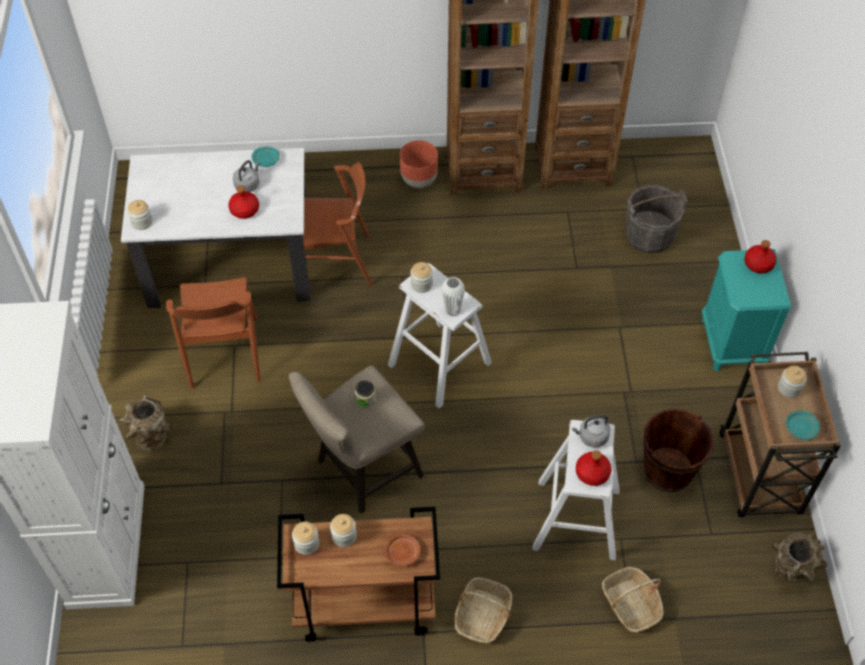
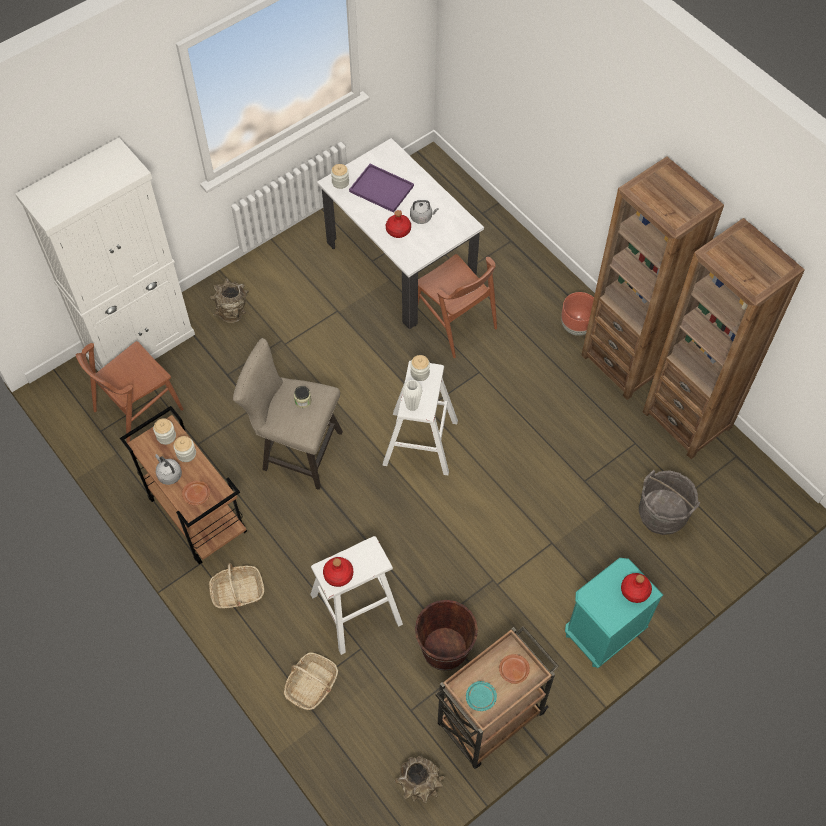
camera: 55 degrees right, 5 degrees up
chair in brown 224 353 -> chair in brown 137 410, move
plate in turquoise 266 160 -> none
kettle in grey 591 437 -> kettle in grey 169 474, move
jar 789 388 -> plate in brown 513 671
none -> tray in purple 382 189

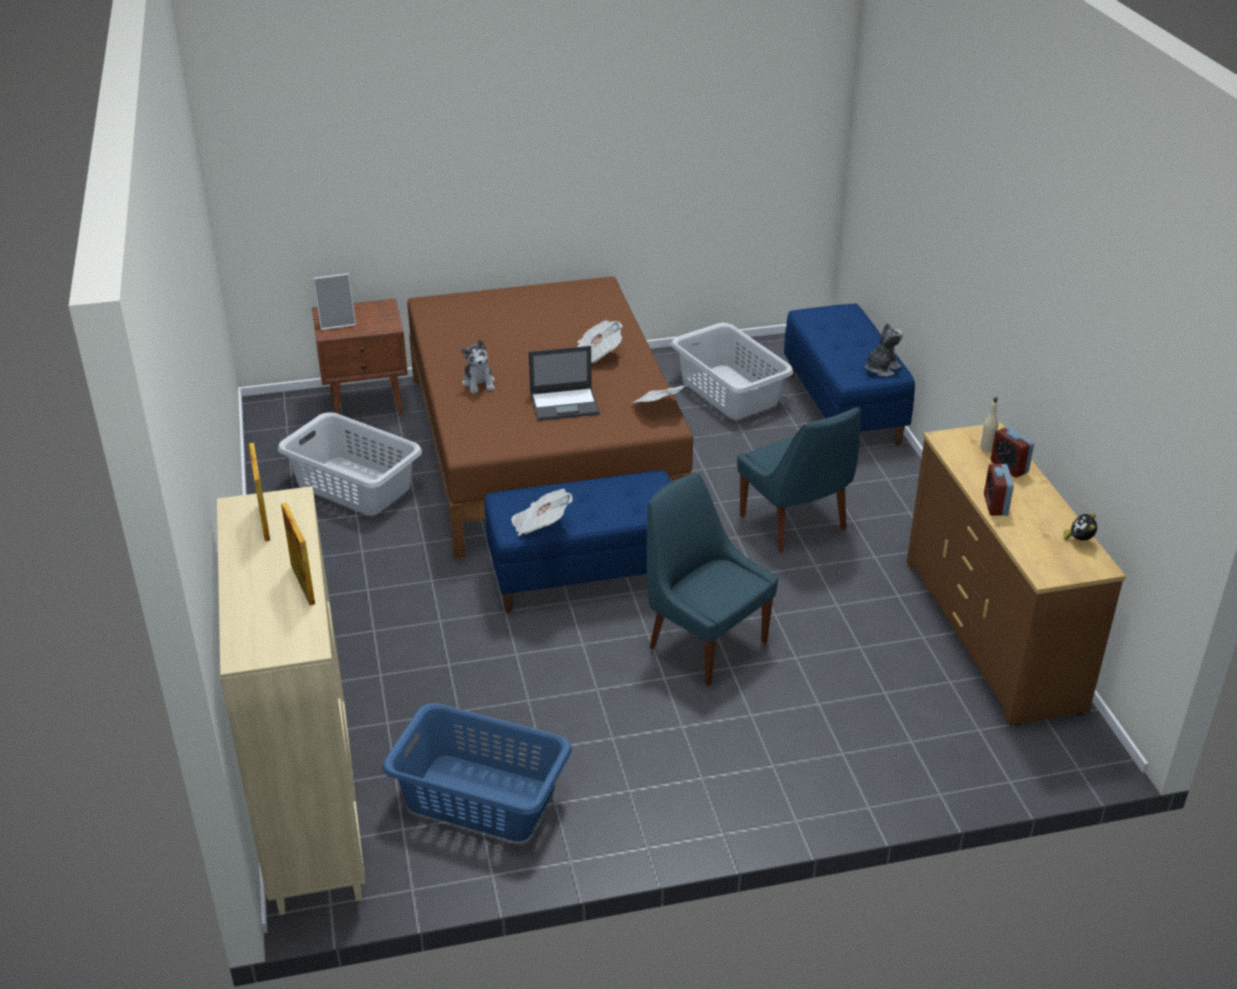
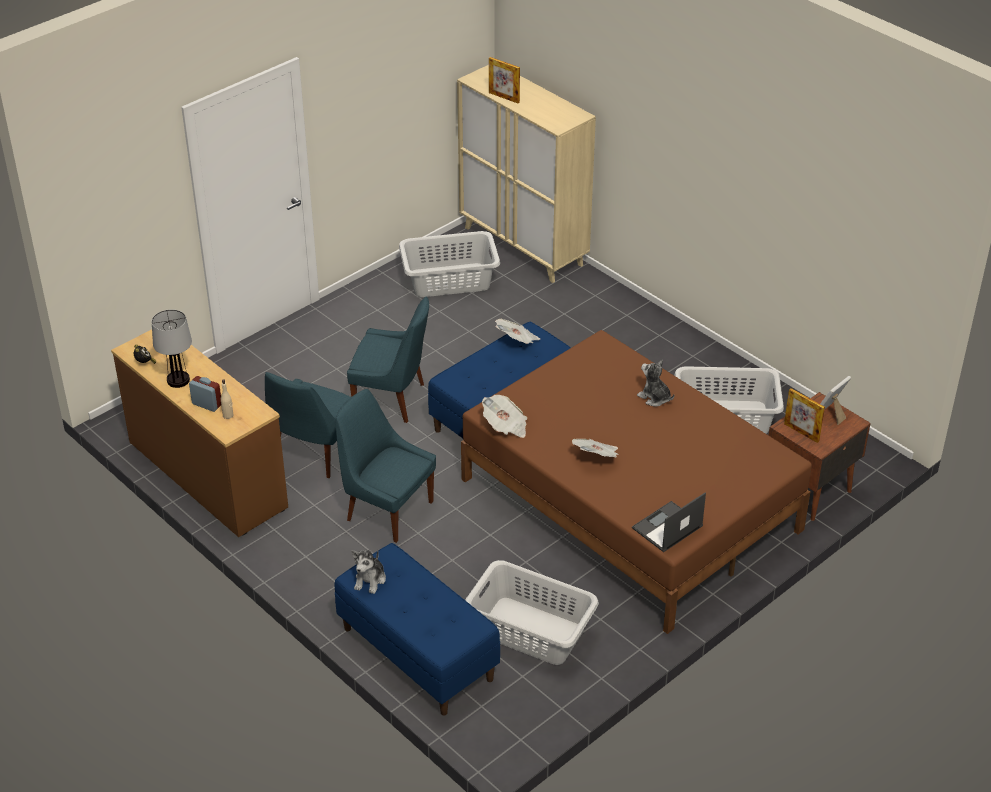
camera: 150 degrees right, 5 degrees up
picture frame 264 521 -> picture frame 801 432, move
laundry basket in blue 480 797 -> laundry basket in grey 450 281
laptop 565 404 -> laptop 666 527, move
alarm clock 995 505 -> none
none -> table lamp 178 380
none -> chair in blue 314 453

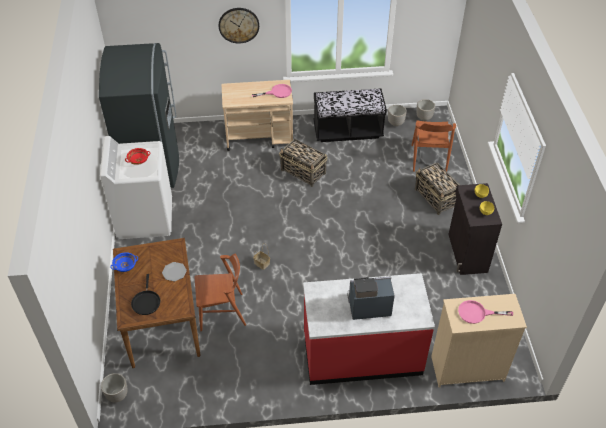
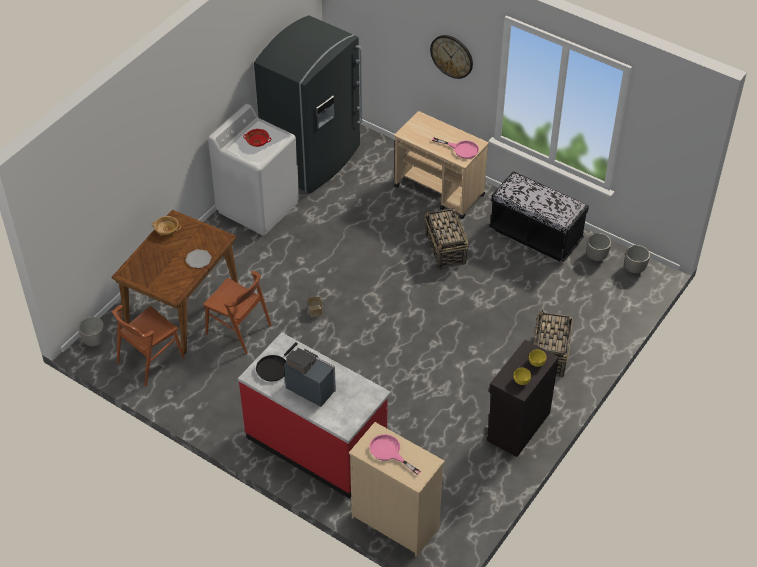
camera: 40 degrees right, 0 degrees up
bowl in blue 125 266 -> bowl in beige 166 230
frying pan in black 146 302 -> frying pan in black 274 368, move
chair in brown 428 159 -> chair in brown 150 360, move

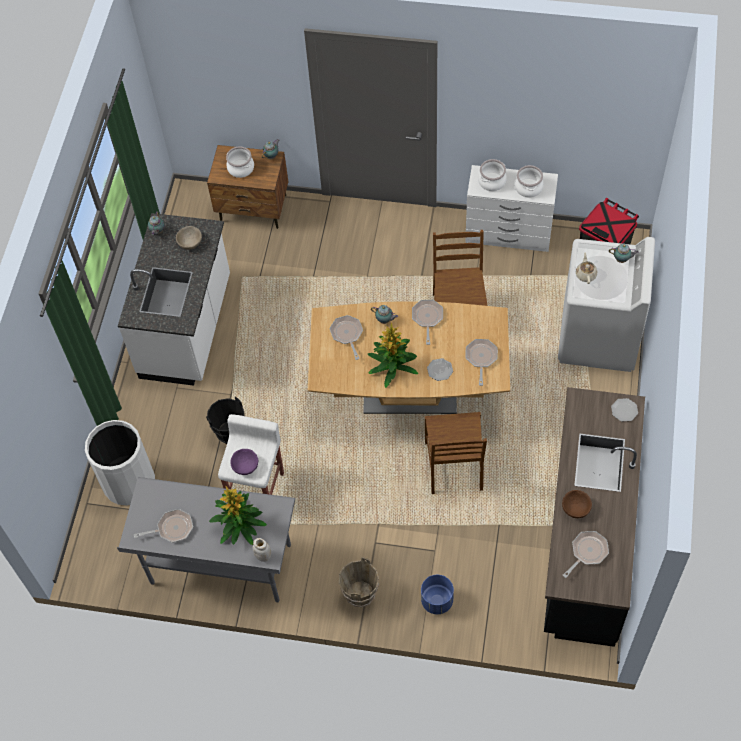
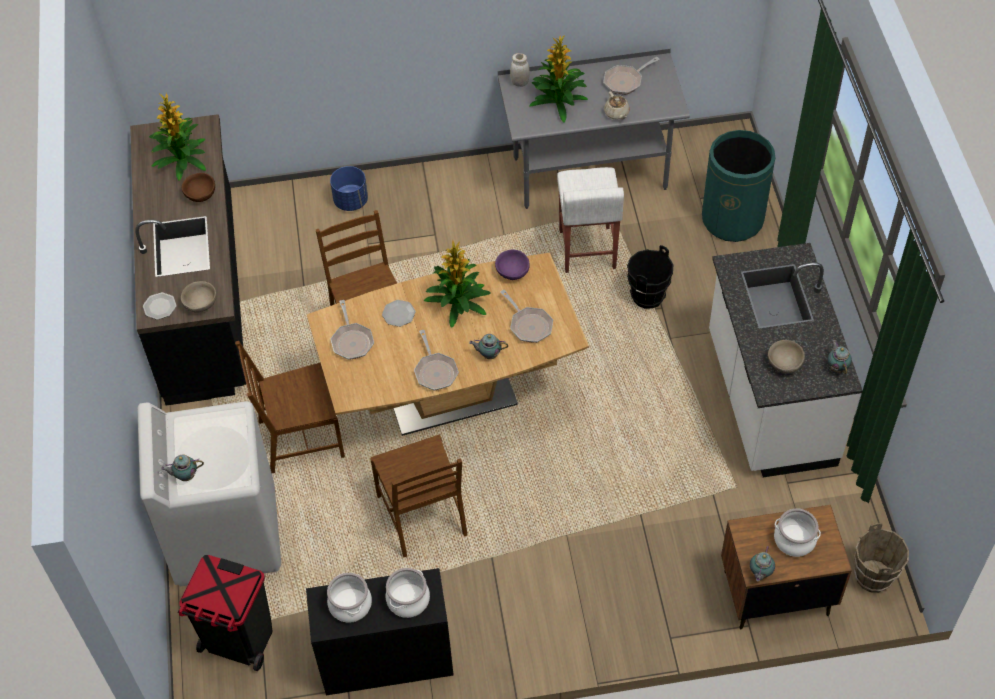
camera: 160 degrees right, 5 degrees down
trash can in white 128 482 -> trash can in green 732 219
bowl in purple 245 466 -> bowl in purple 512 272, move
bucket in brown 360 594 -> bucket in brown 873 577, move
dresser in white 509 234 -> dresser in black 385 658
frying pan 587 552 -> potted plant 181 159
teapot in beige 586 274 -> teapot in beige 616 113, move
none -> bowl in beige 201 304
none -> chair in brown 300 438

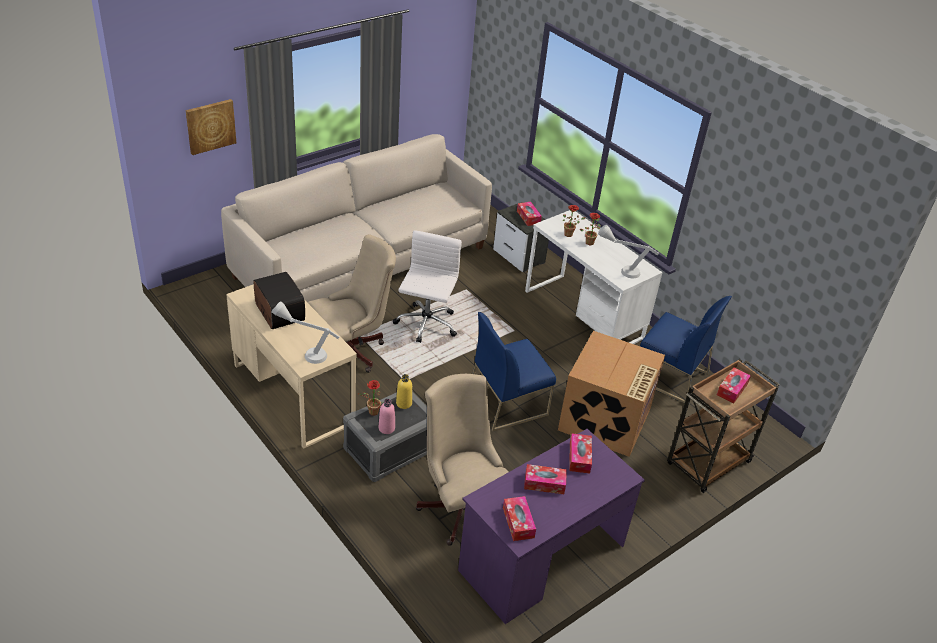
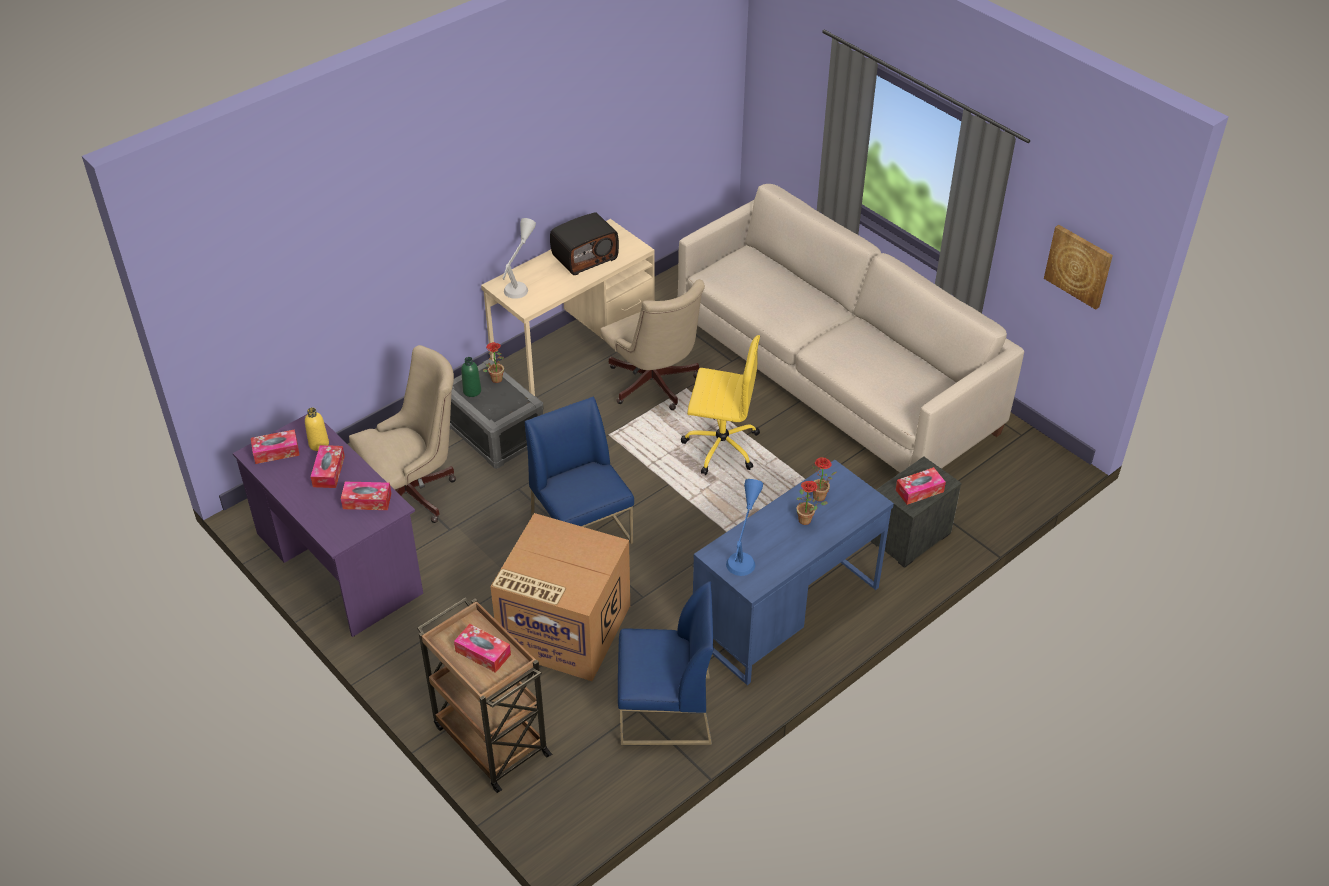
camera: 90 degrees right, 5 degrees up
picture 210 126 -> picture 1079 266, move
bottle in pink 386 428 -> bottle in green 472 391
office chair in white 426 324 -> office chair in yellow 720 446
bottle in yellow 404 403 -> bottle in yellow 319 444, move
desk in white 583 314 -> desk in blue 786 611
table lamp in grey 620 270 -> table lamp in blue 744 553
chair in blue 669 376 -> chair in blue 665 711, 120 degrees counterclockwise

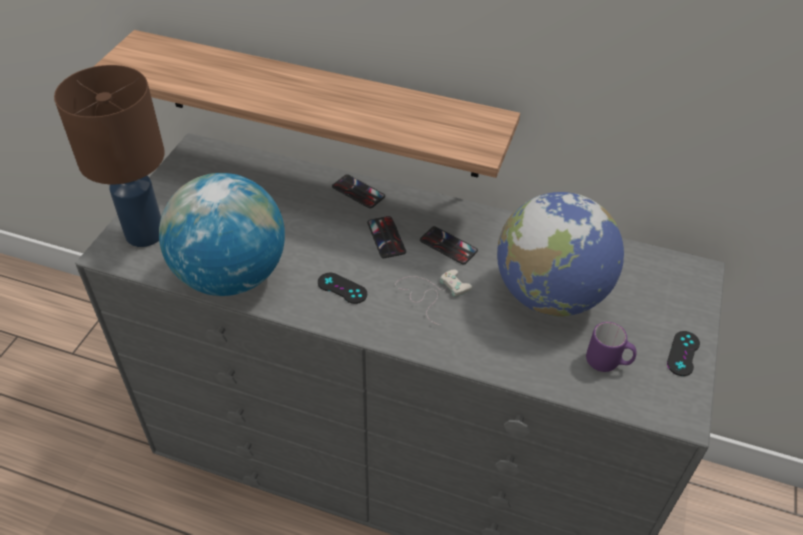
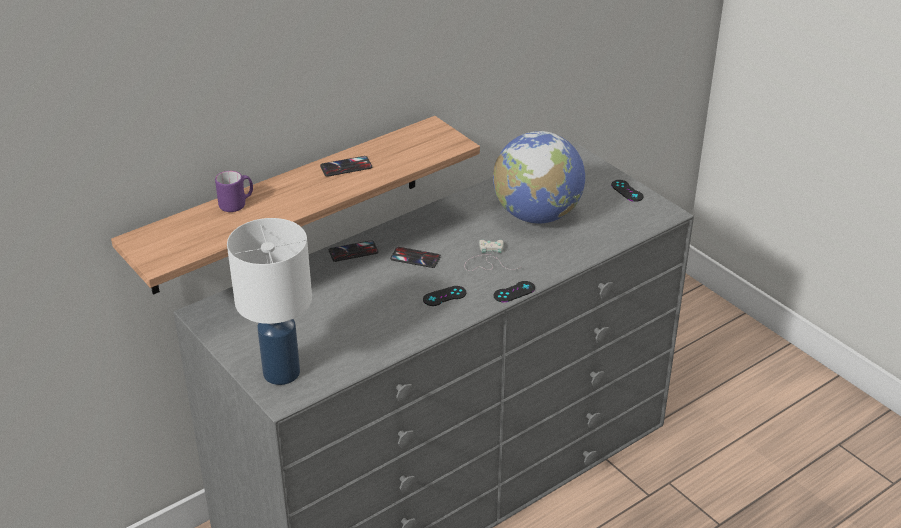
camera: 55 degrees left, 10 degrees down
table lamp in brown 145 234 -> table lamp in white 282 373
globe 231 275 -> none
phone 448 246 -> phone 346 167, move
mug in purple 608 362 -> mug in purple 237 204, move
none -> game controller in black 514 292

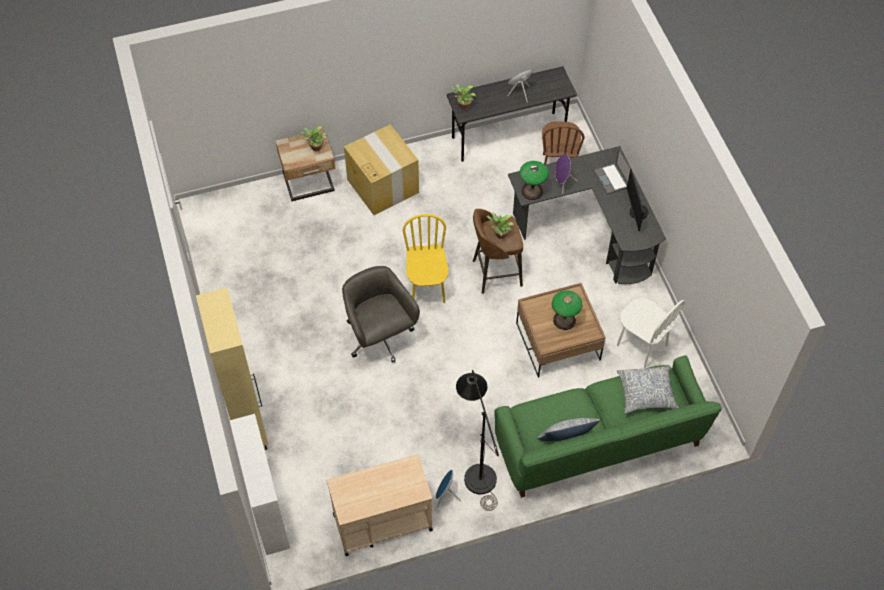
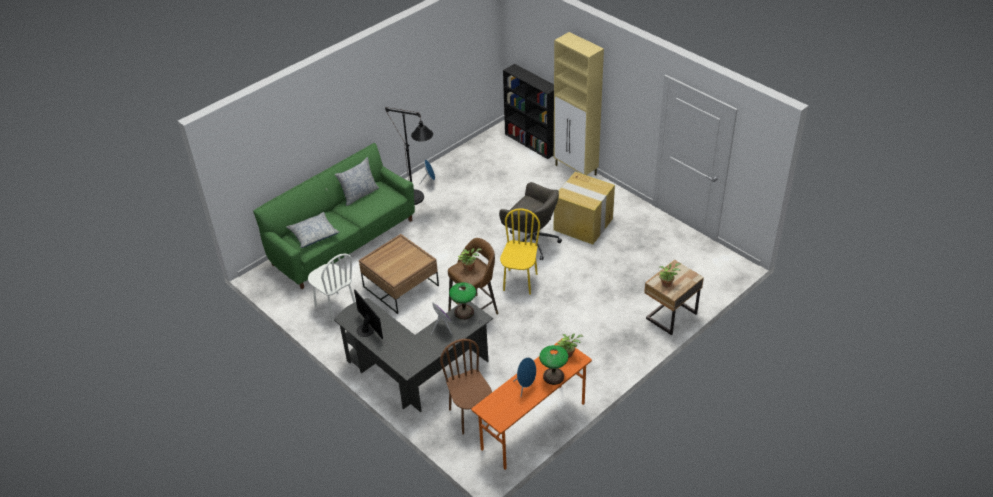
camera: 155 degrees right, 15 degrees down
bookcase in white 267 509 -> bookcase in black 532 143
cart in beige 381 522 -> none
cardboard box 382 185 -> cardboard box 584 224, move
chair in yellow 427 289 -> chair in yellow 520 282, 135 degrees counterclockwise
desk in grey 508 136 -> desk in orange 533 427
table lamp 564 320 -> table lamp 553 376, move
laptop 612 179 -> none
chair in white 641 346 -> chair in white 335 307, 150 degrees counterclockwise

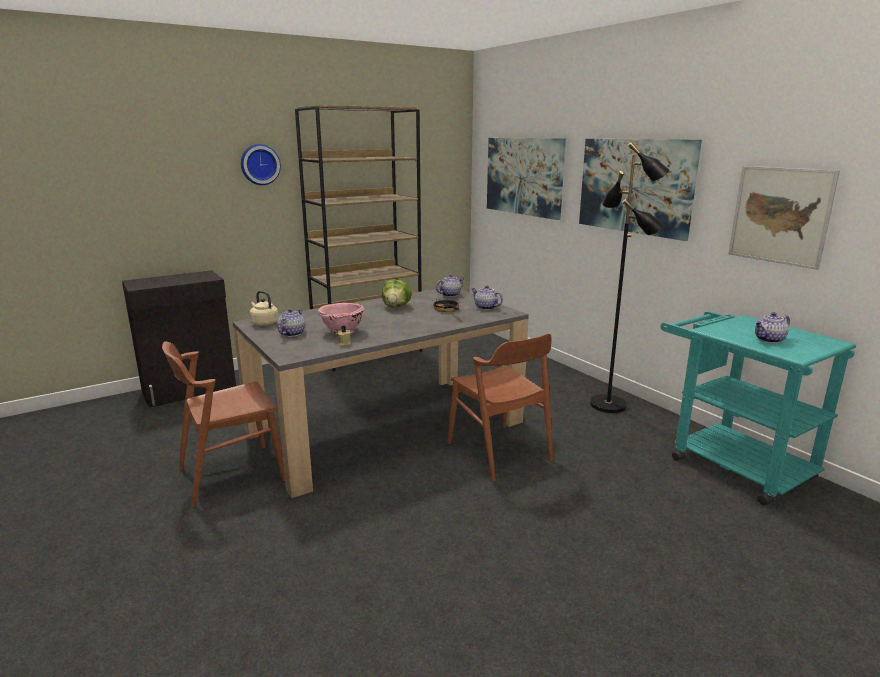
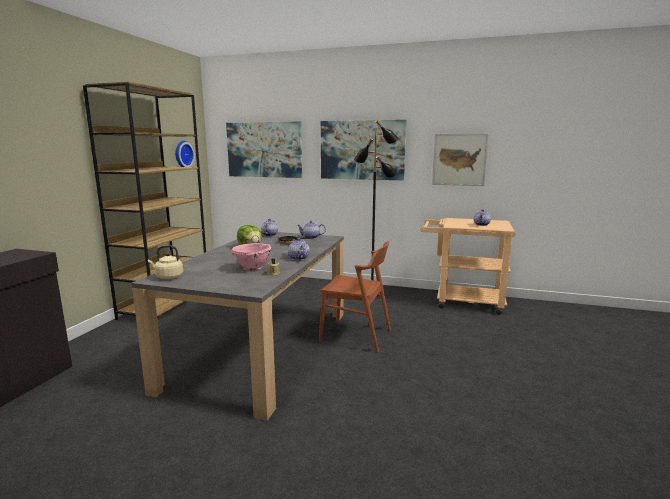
camera: 40 degrees left, 5 degrees down
chair in brown 231 474 -> none
wall clock 259 164 -> wall clock 182 154, move
teapot 291 334 -> teapot 298 258, move
cart in turquoise 730 463 -> cart in beige 462 301

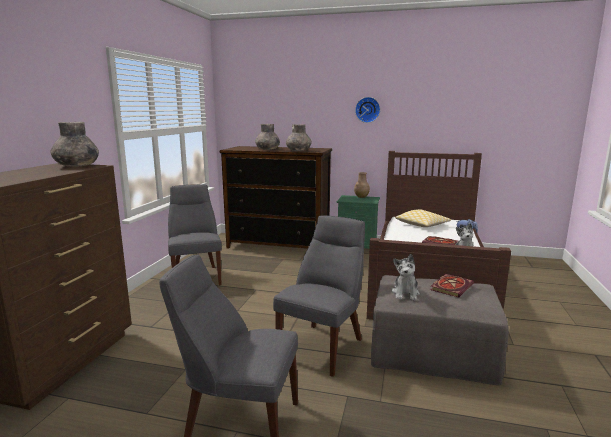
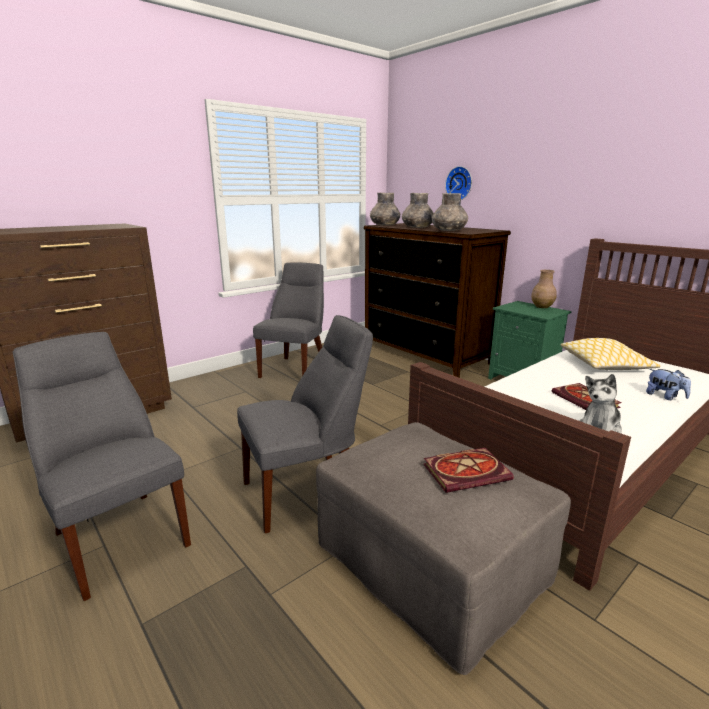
camera: 35 degrees right, 5 degrees up
vase in grey 77 166 -> vase in grey 384 225, move
wall clock 367 110 -> wall clock 460 183, move
plush toy 405 293 -> none

